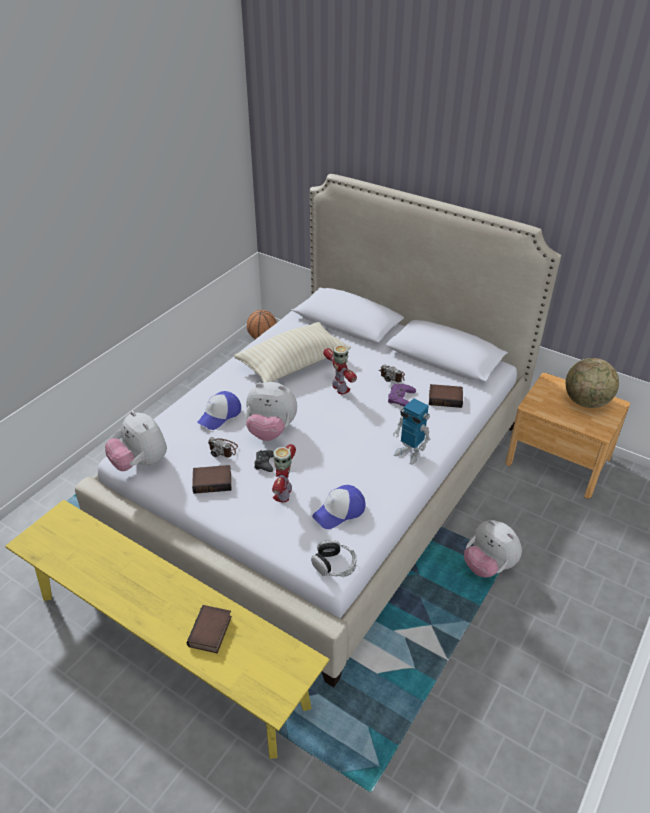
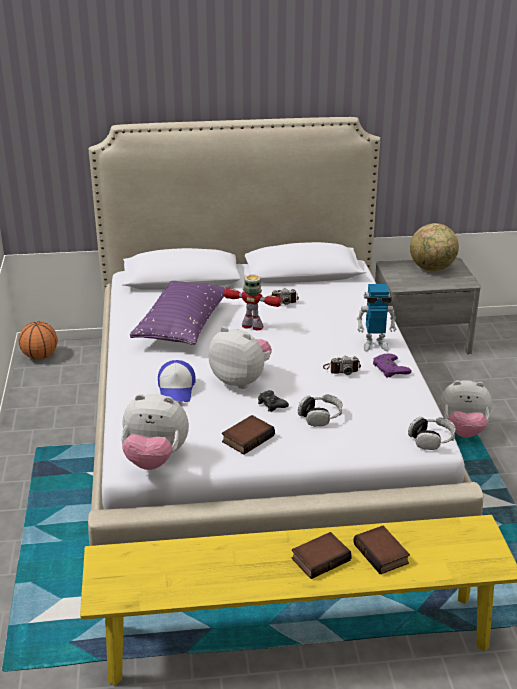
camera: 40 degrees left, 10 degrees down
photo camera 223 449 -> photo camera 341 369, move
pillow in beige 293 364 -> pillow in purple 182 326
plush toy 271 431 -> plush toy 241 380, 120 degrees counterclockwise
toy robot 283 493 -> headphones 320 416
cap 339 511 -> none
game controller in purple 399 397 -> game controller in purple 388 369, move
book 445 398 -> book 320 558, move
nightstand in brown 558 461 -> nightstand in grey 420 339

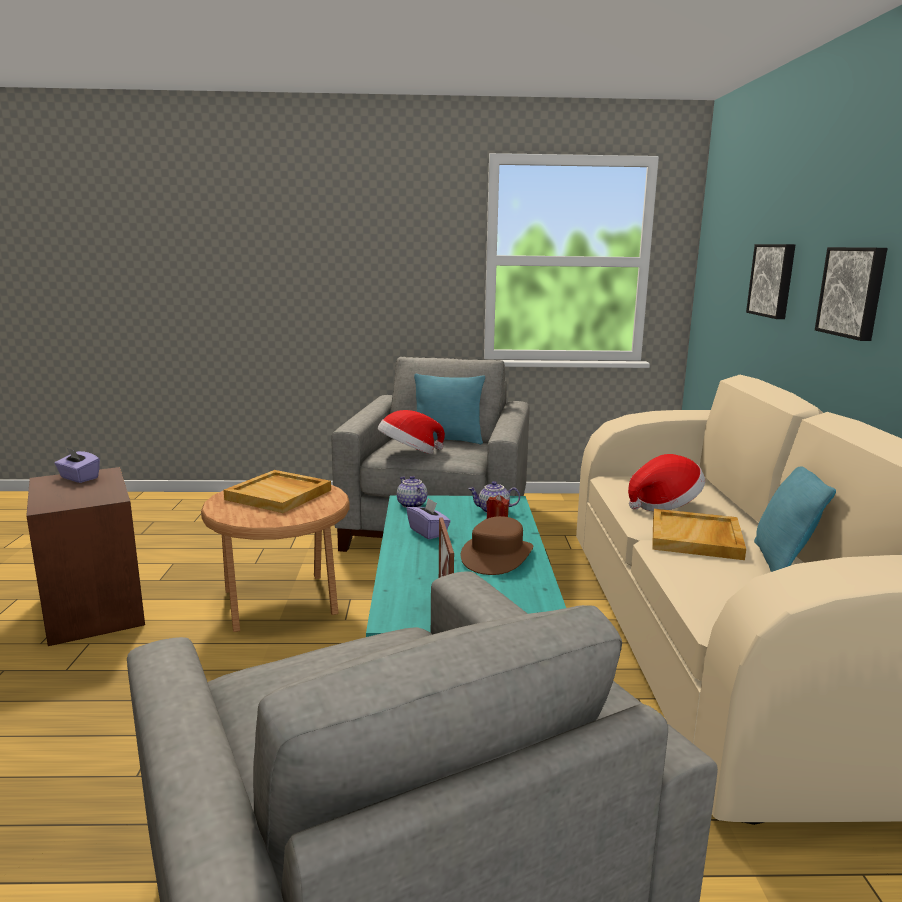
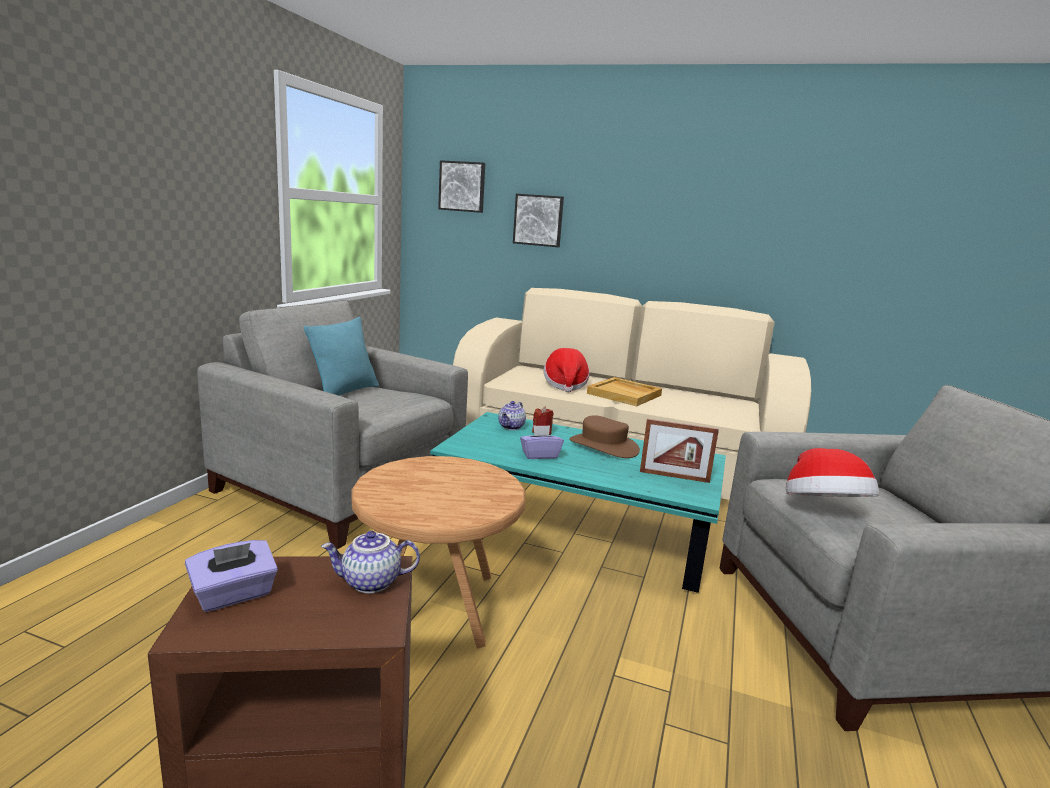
camera: 70 degrees left, 0 degrees up
tray in beige 280 495 -> none
hat 409 454 -> hat 823 509, move
teapot 411 505 -> teapot 370 583, move
pillow in turquoise 781 565 -> none
picture 853 292 -> picture 462 186, move

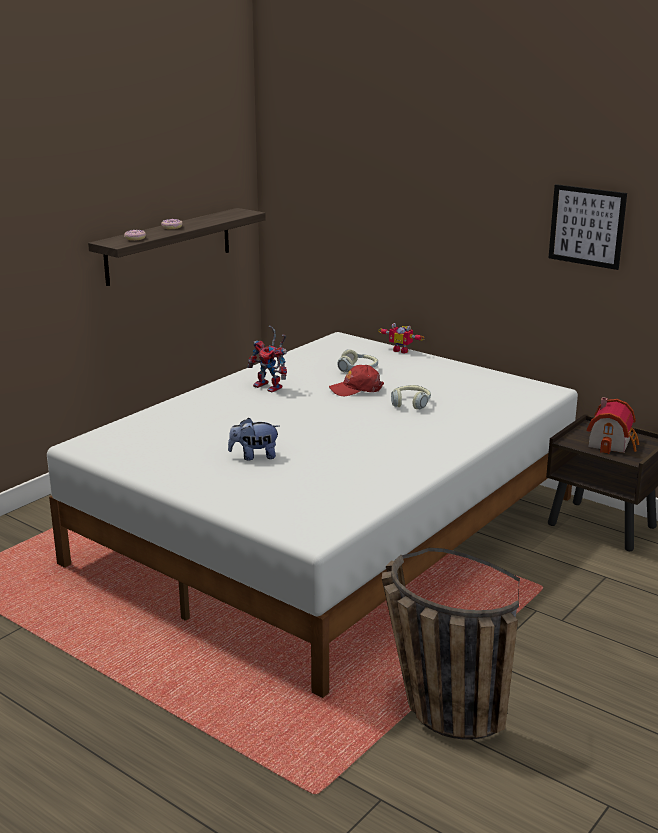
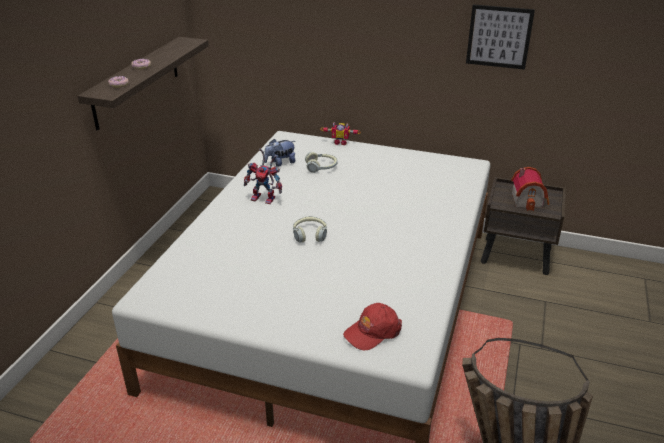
camera: 20 degrees left, 10 degrees up
plush toy 254 456 -> plush toy 280 163, move
cap in red 356 389 -> cap in red 372 332, move
headphones 410 403 -> headphones 310 234, move

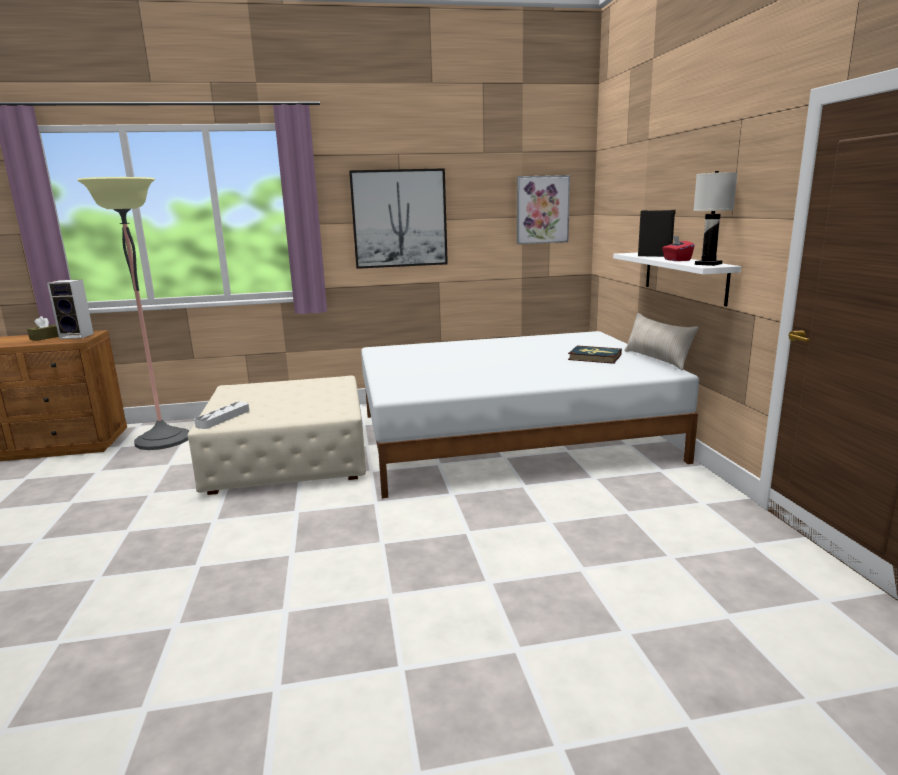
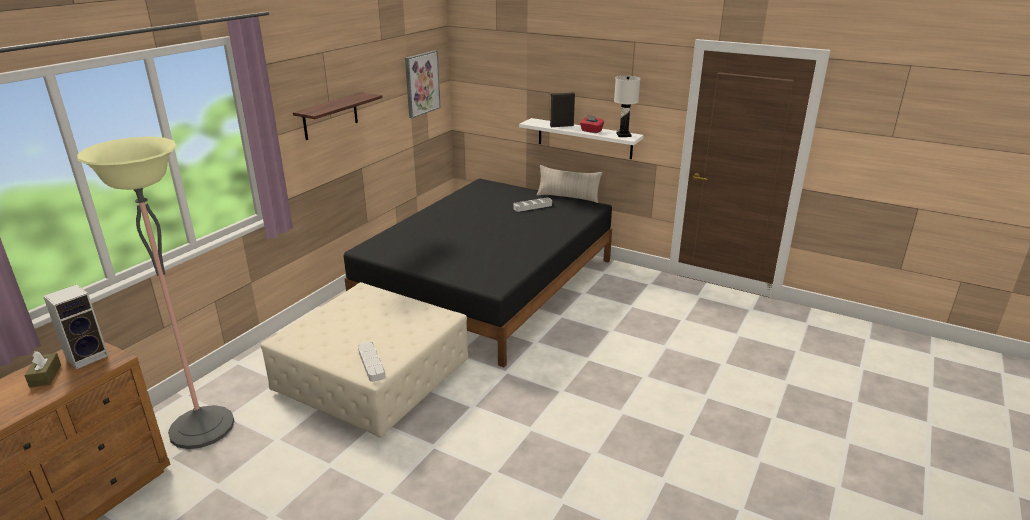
camera: 50 degrees left, 10 degrees up
picture 399 218 -> shelf 330 116
bed in white 510 437 -> bed in black 489 285
book 594 357 -> tray in grey 532 206

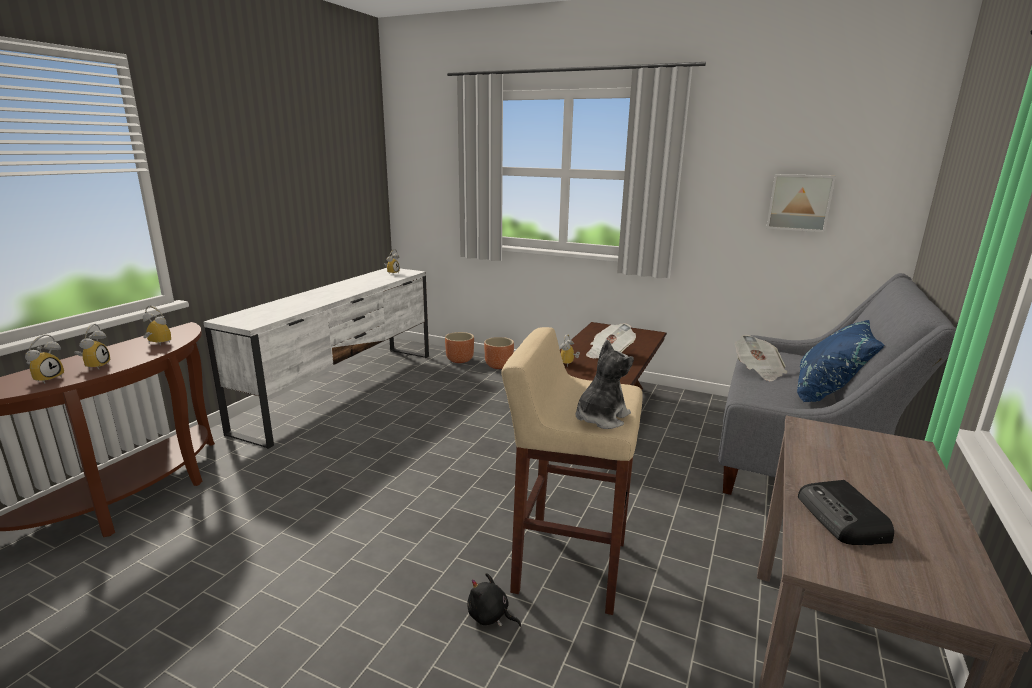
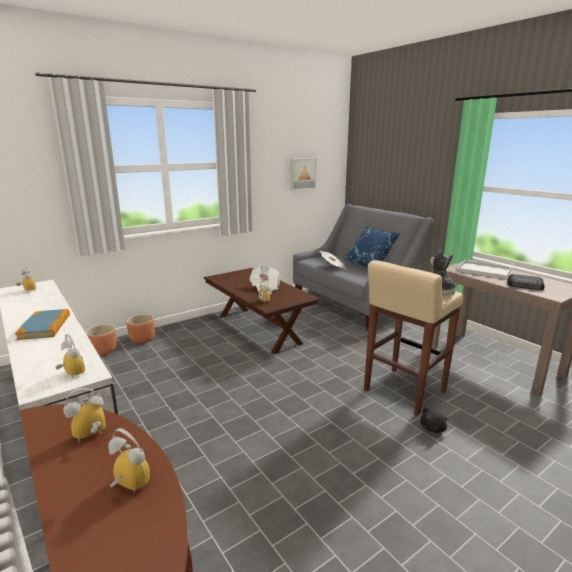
camera: 60 degrees left, 0 degrees up
alarm clock 47 378 -> alarm clock 70 374, move
none -> book 45 326
none -> tray in white 485 270

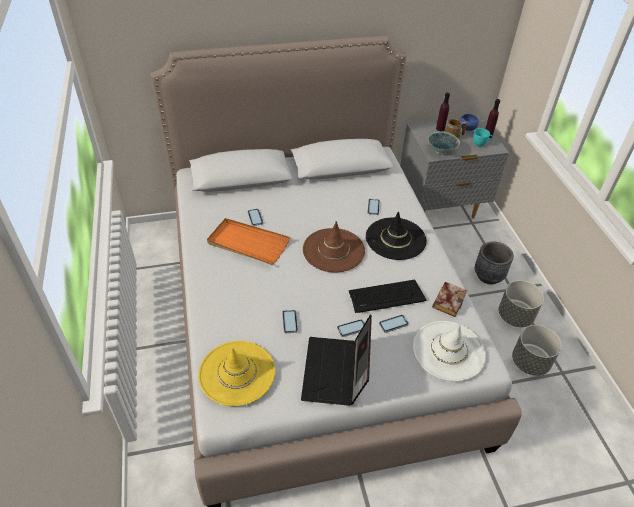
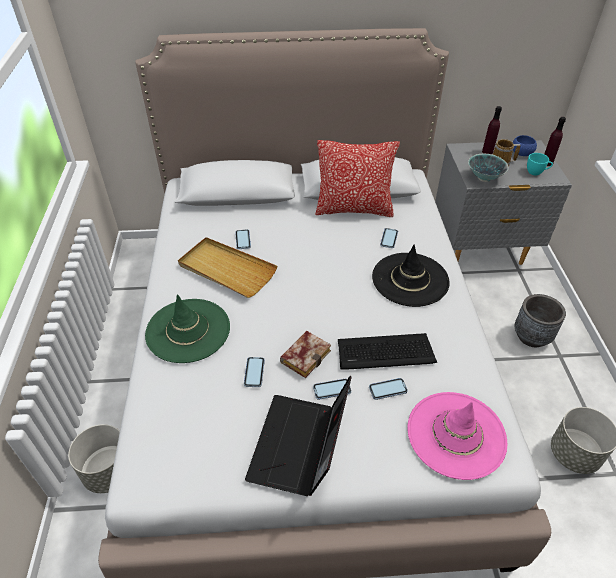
camera: 10 degrees right, 0 degrees up
hat in yellow 237 373 -> none
tray in orange 248 243 -> tray in beige 226 269
hat in brown 333 250 -> none
hat in white 448 350 -> hat in pink 456 434
book 448 300 -> book 305 355, move
planter in grey 514 316 -> planter in grey 108 472, move
none -> hat in green 188 330
none -> pillow 354 209

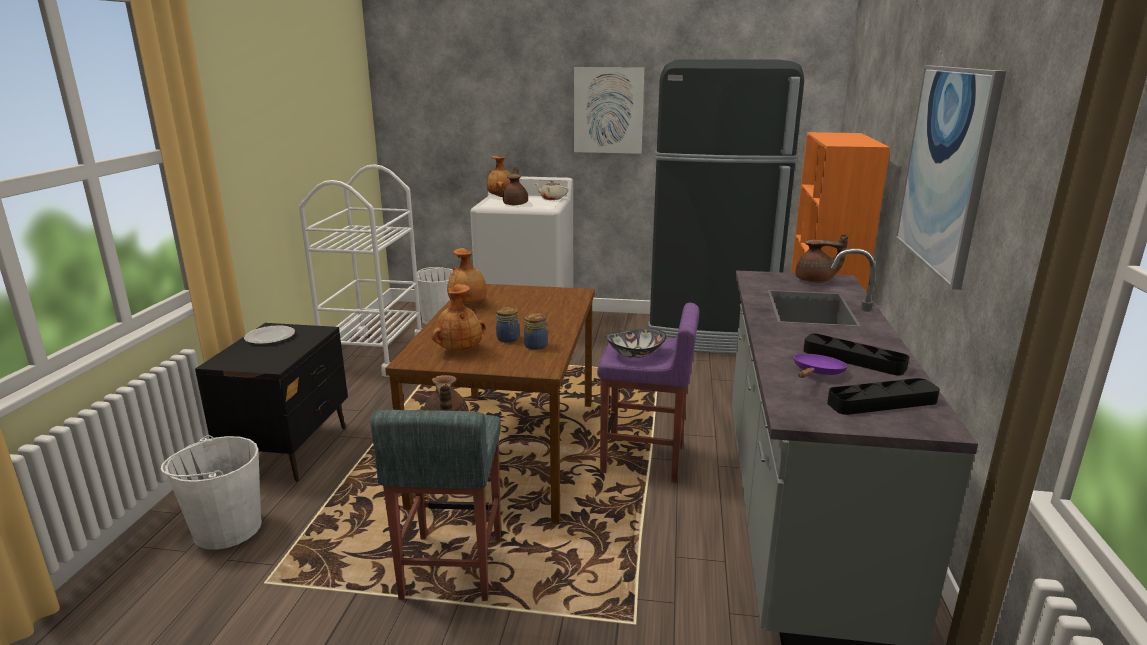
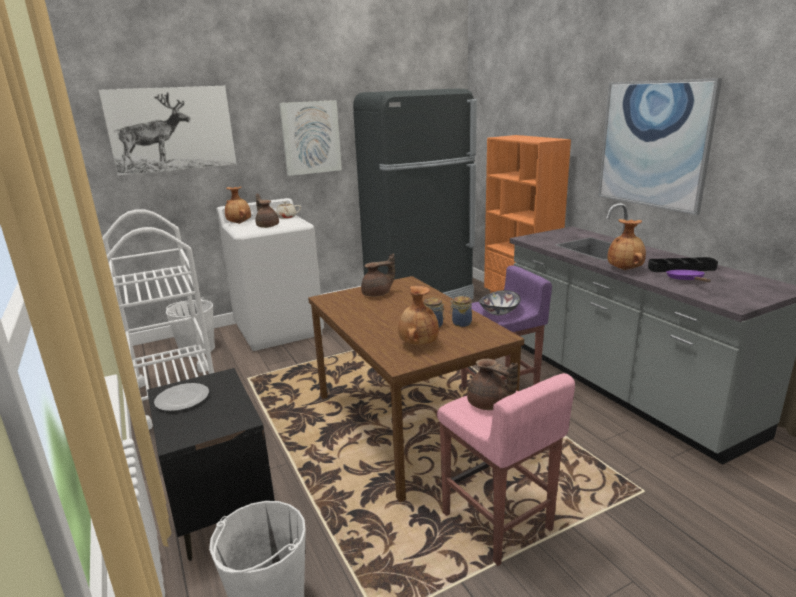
camera: 35 degrees left, 0 degrees up
stool in grey 451 568 -> stool in pink 497 523
vase in brown 468 305 -> vase in brown 625 269, move
teapot in brown 816 280 -> teapot in brown 378 294, move
tray in black 882 402 -> none
none -> picture 171 129

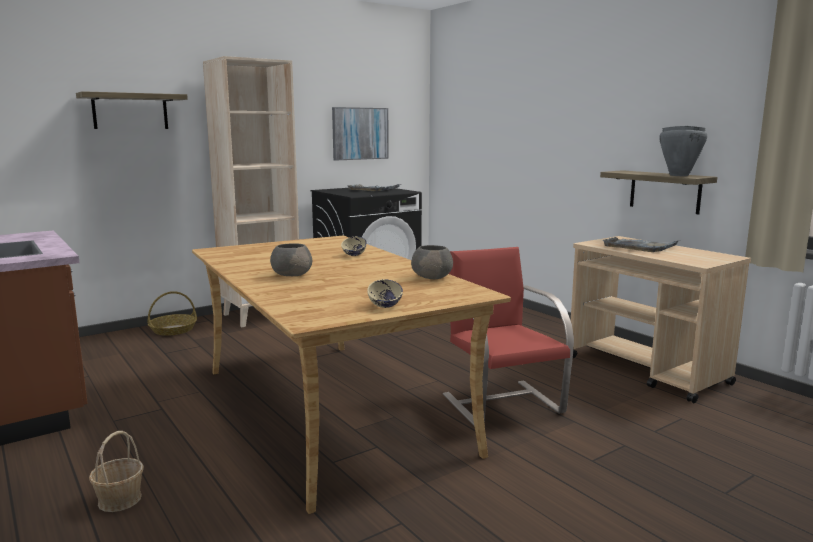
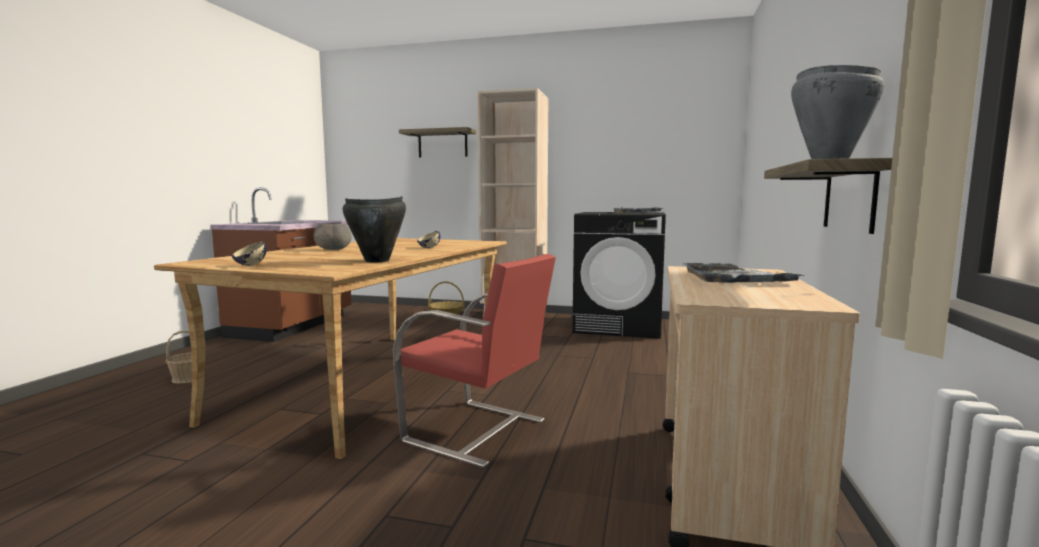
camera: 50 degrees right, 5 degrees down
picture 360 133 -> none
bowl in grey 432 277 -> cooking pot in black 377 261
chair in red 501 402 -> chair in red 477 431, 90 degrees clockwise

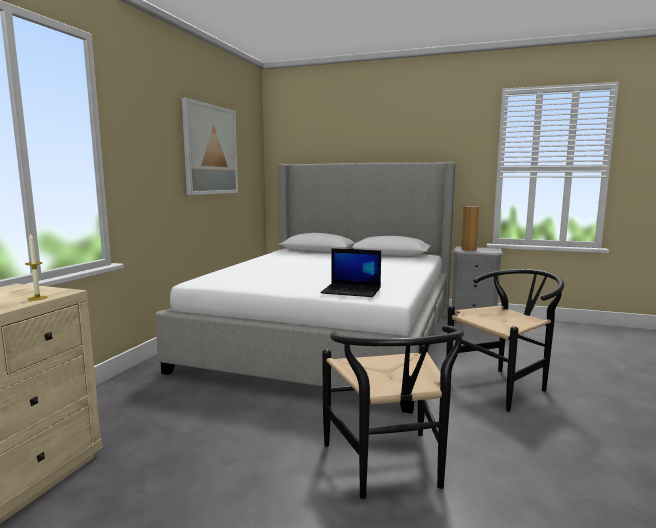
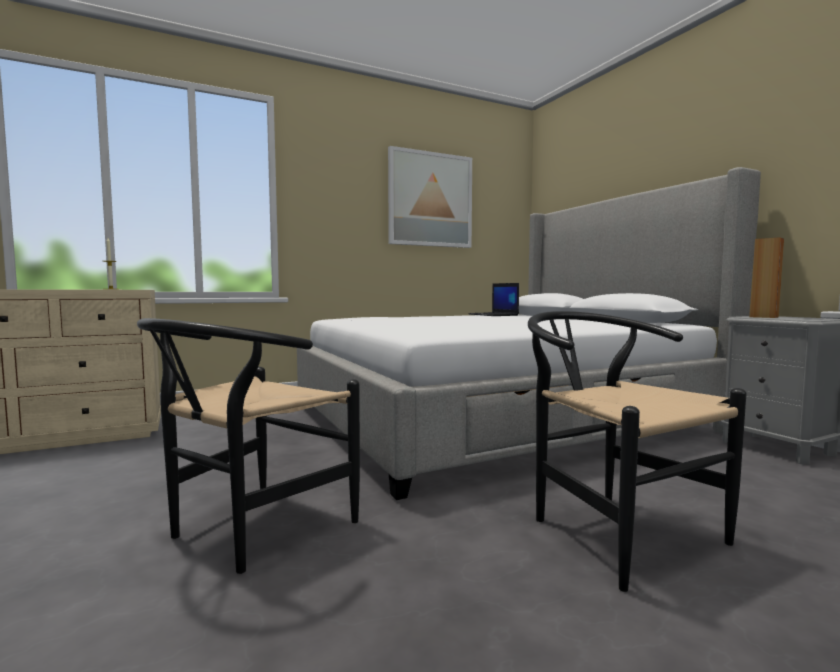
camera: 45 degrees right, 5 degrees down
laptop 352 291 -> laptop 494 315, move
chair in black 504 385 -> chair in black 611 528, 135 degrees counterclockwise

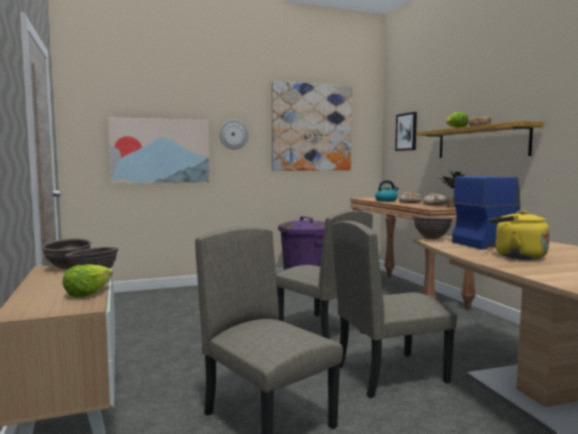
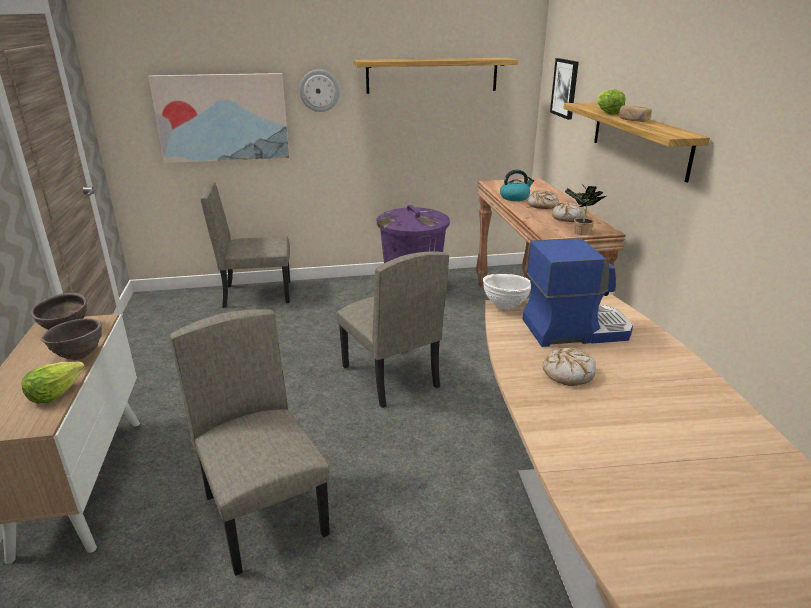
camera: 10 degrees right, 20 degrees up
picture 311 127 -> shelf 432 75
chair in beige 390 374 -> chair in beige 257 294, move
bowl in brown 431 239 -> bowl in white 505 307
kettle in yellow 516 256 -> bread 568 373

